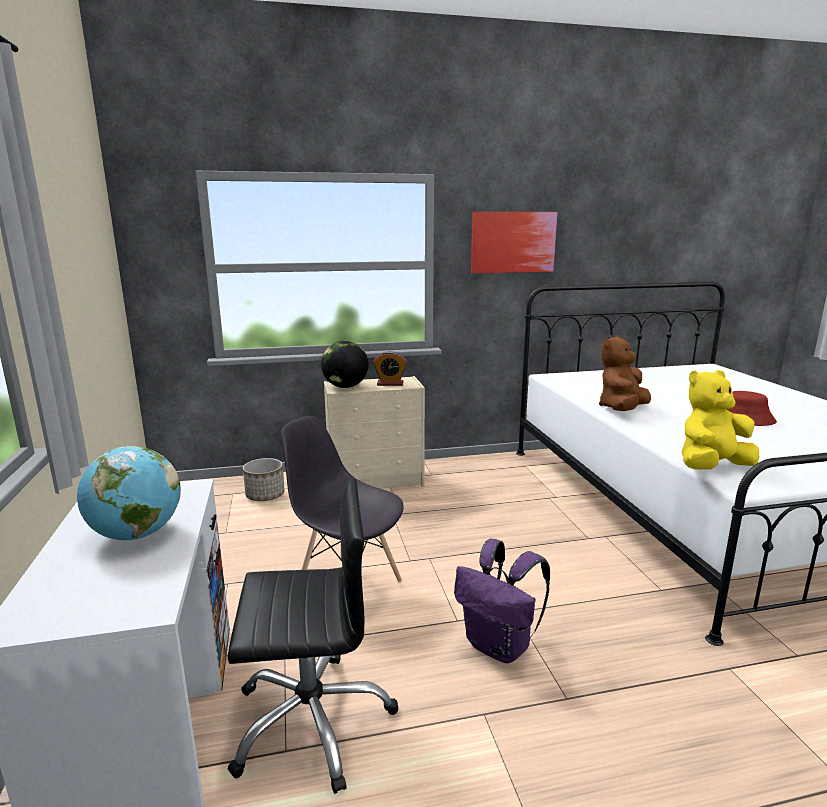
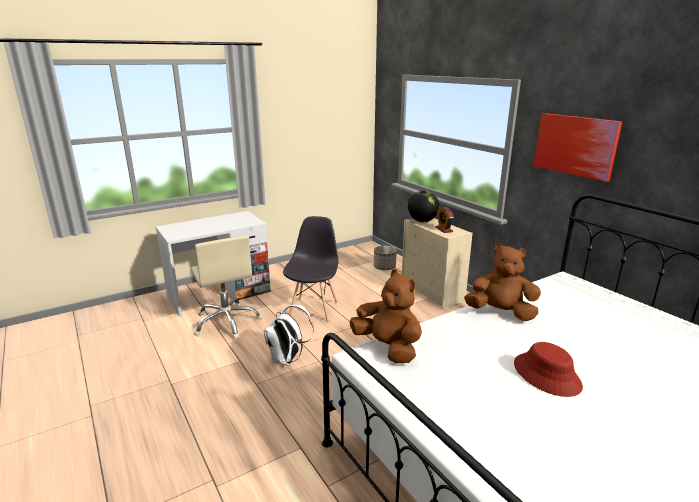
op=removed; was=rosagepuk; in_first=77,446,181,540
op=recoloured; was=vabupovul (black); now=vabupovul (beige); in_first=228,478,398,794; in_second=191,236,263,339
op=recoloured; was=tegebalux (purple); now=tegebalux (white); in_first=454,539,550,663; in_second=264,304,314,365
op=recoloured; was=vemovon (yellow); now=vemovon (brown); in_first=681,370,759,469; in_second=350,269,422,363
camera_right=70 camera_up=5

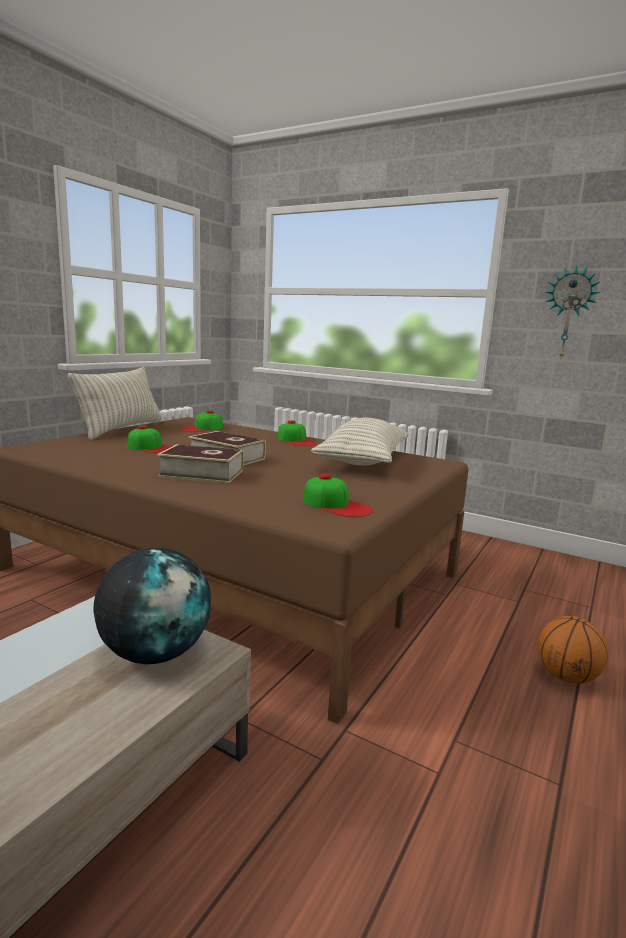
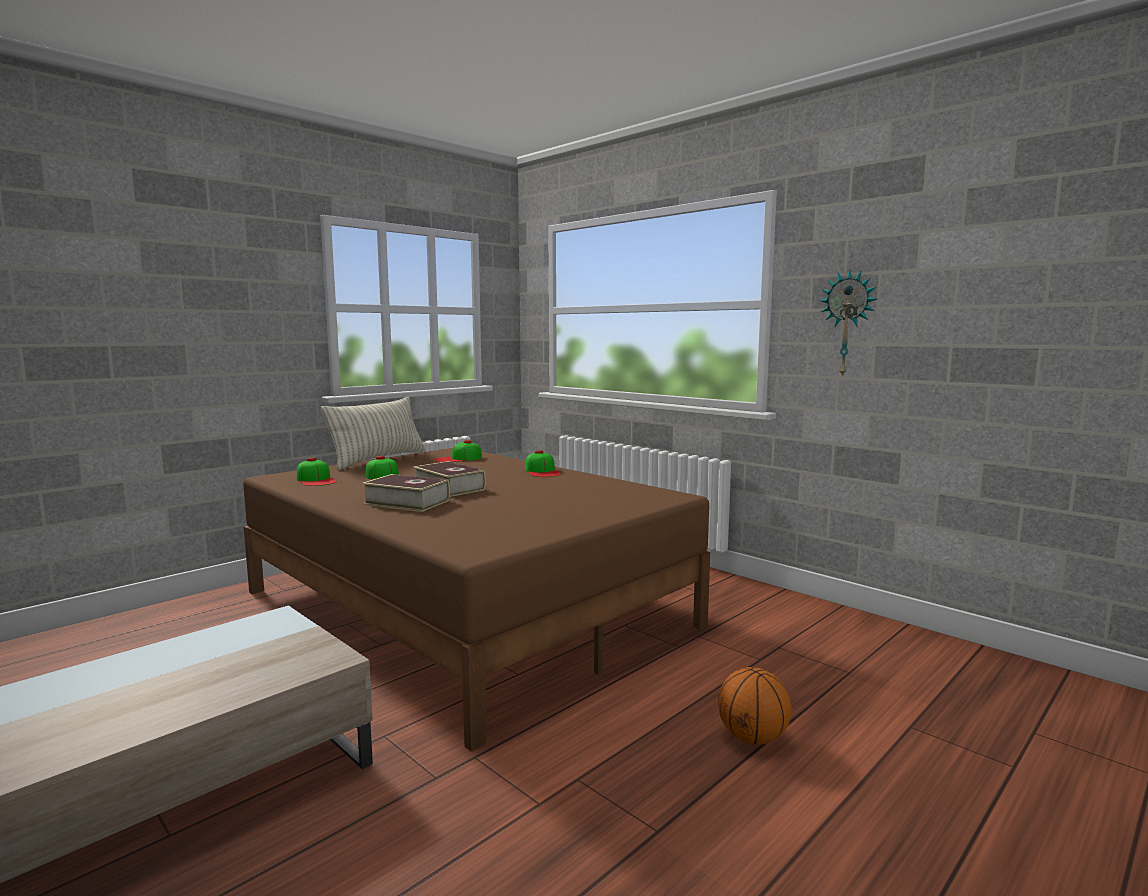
op=removed; was=rosagepuk; in_first=93,548,211,664
op=moved; was=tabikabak; in_first=303,473,373,517; in_second=297,457,337,486
op=removed; was=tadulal; in_first=311,418,409,465
camera_right=15 camera_up=-5

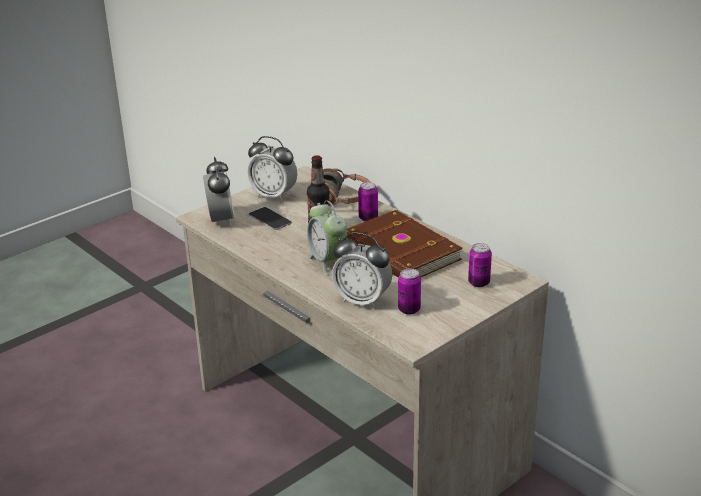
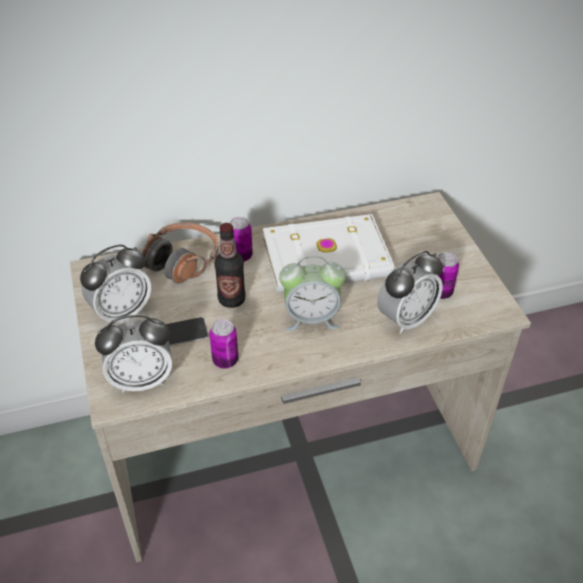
op=turned; was=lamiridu; in_first=203,157,234,226; in_second=95,315,172,393; clockwise=150
op=recoloured; was=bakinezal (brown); now=bakinezal (white); in_first=346,210,462,277; in_second=263,214,395,293
op=moved; was=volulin; in_first=468,243,492,287; in_second=209,319,238,369
camera_right=-65 camera_up=15

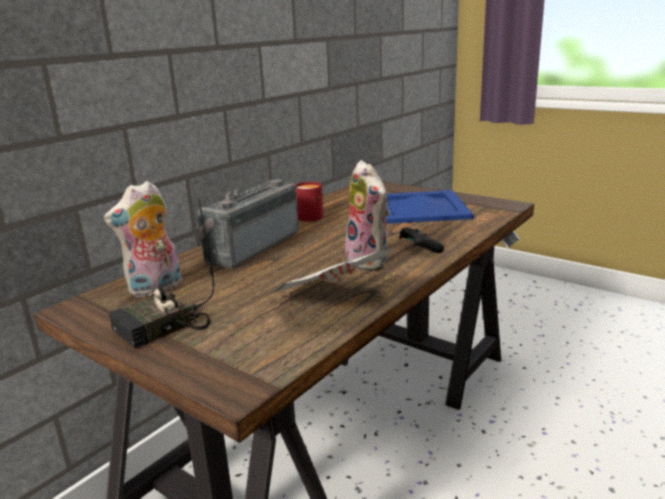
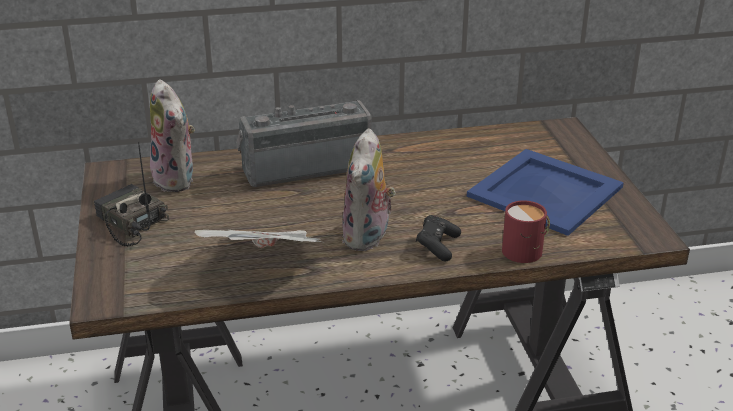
op=turned; was=vemovon; in_first=103,181,182,297; in_second=150,79,195,192; clockwise=-120
op=turned; was=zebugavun; in_first=109,198,215,348; in_second=94,142,169,246; clockwise=45
op=moved; was=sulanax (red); in_first=295,182,324,222; in_second=502,200,550,263
camera_right=40 camera_up=10

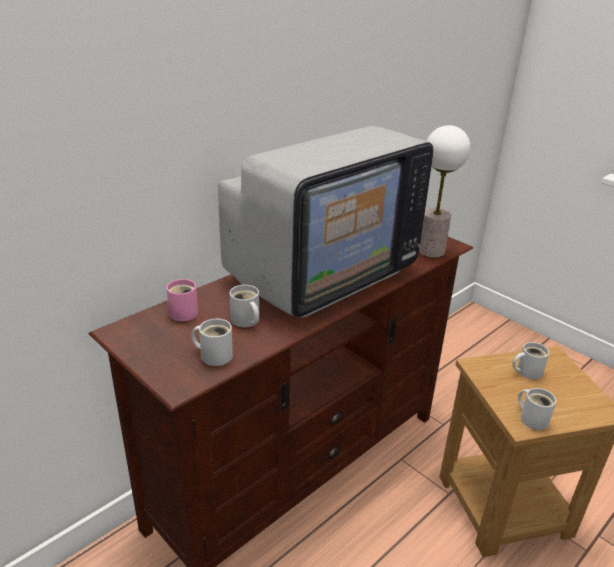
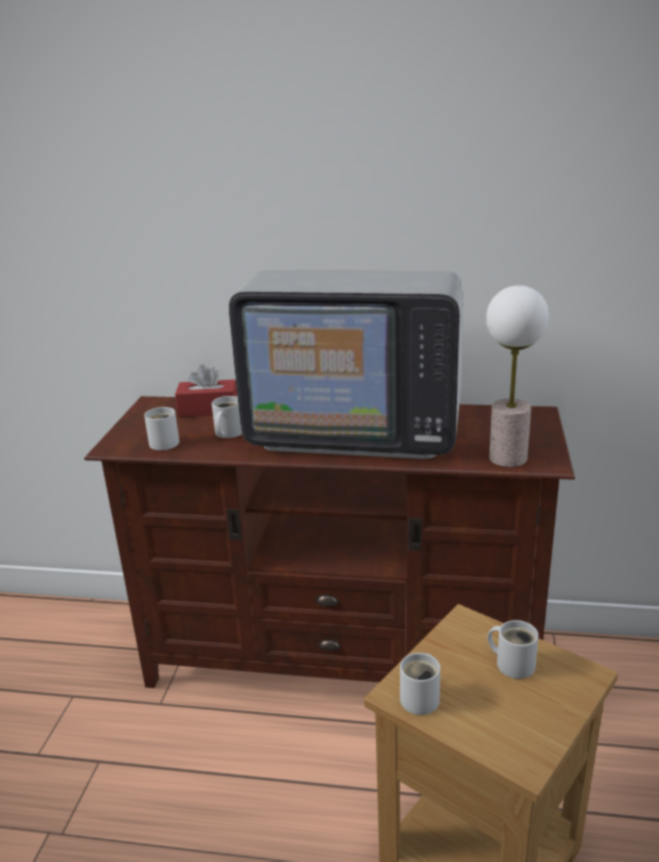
op=replaced; was=sulanax (pink); now=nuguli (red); in_first=166,279,198,321; in_second=175,365,237,417
camera_right=55 camera_up=-5

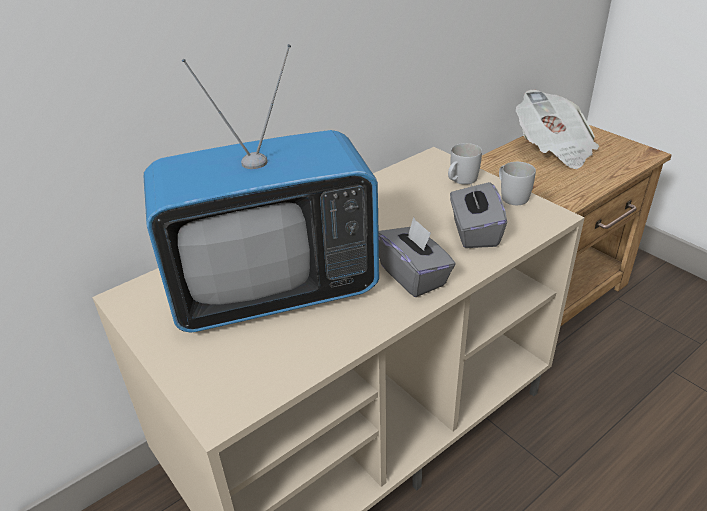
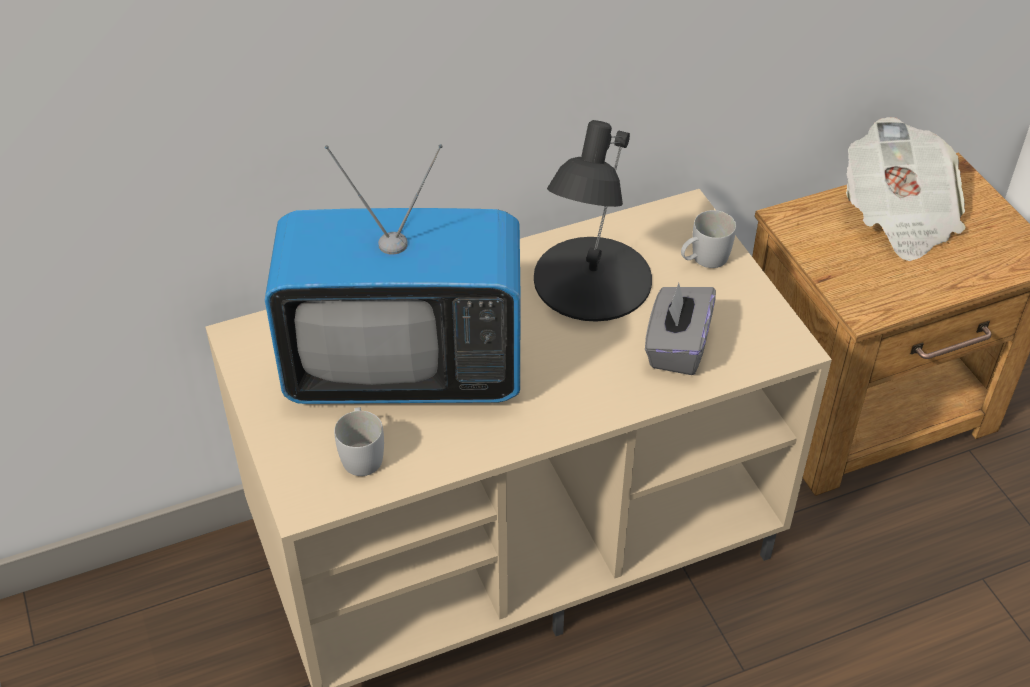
op=removed; was=nuguli (grey); in_first=378,217,456,297
op=moved; was=sulanax (white); in_first=499,162,536,205; in_second=334,407,384,476
op=added; now=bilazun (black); in_second=534,120,652,322
camera_right=15 camera_up=10

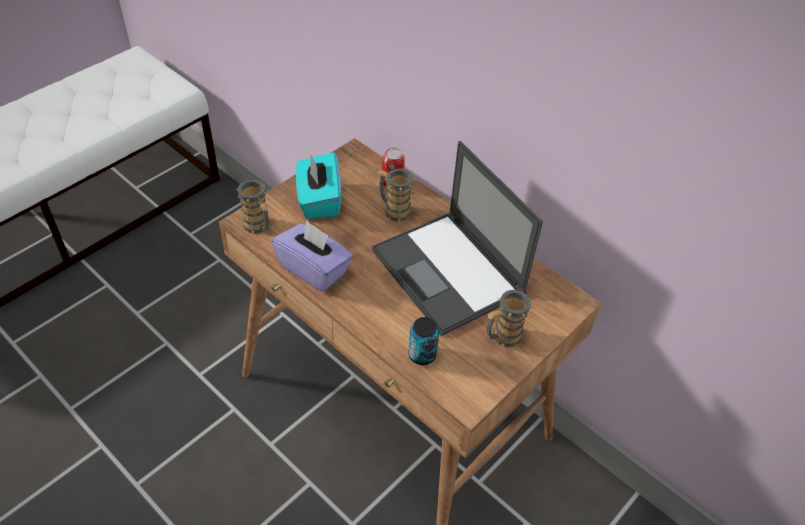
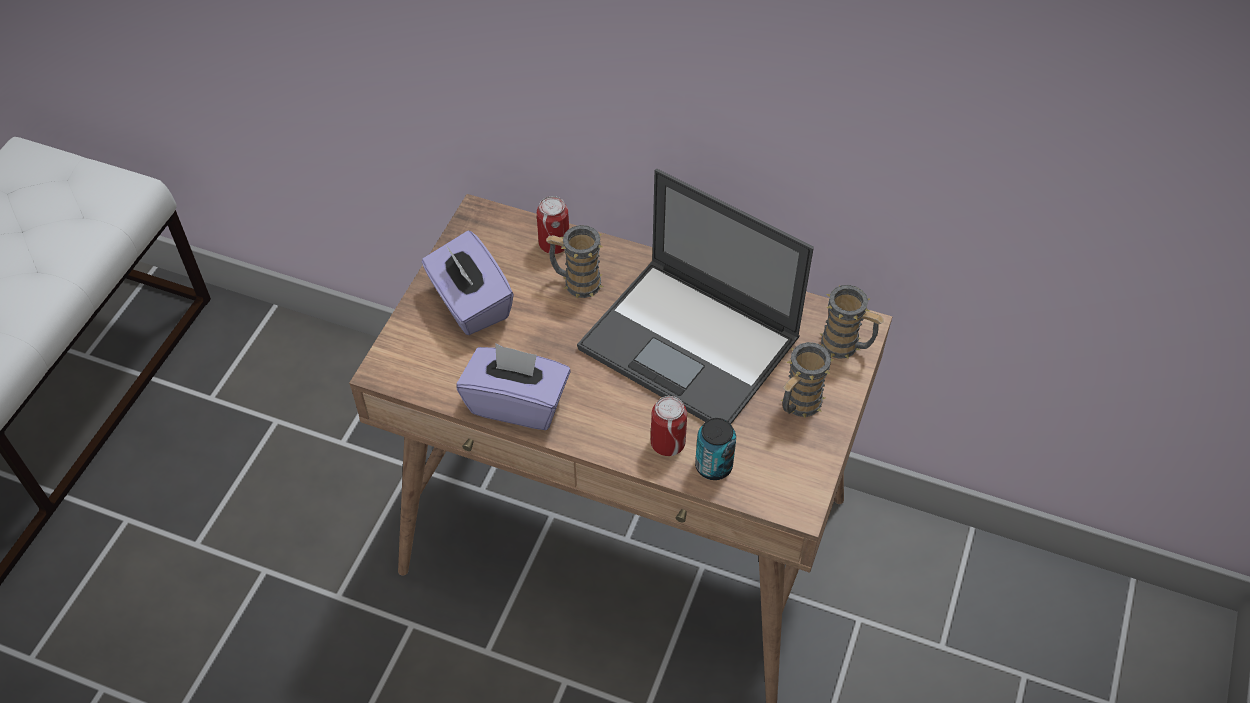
op=moved; was=sulanax; in_first=236,179,270,234; in_second=819,285,884,359
op=recoloured; was=nuguli (turquoise); now=nuguli (purple); in_first=296,152,341,219; in_second=422,231,514,335
op=added; now=volulin; in_second=651,396,687,456
camera_right=-20 camera_up=5

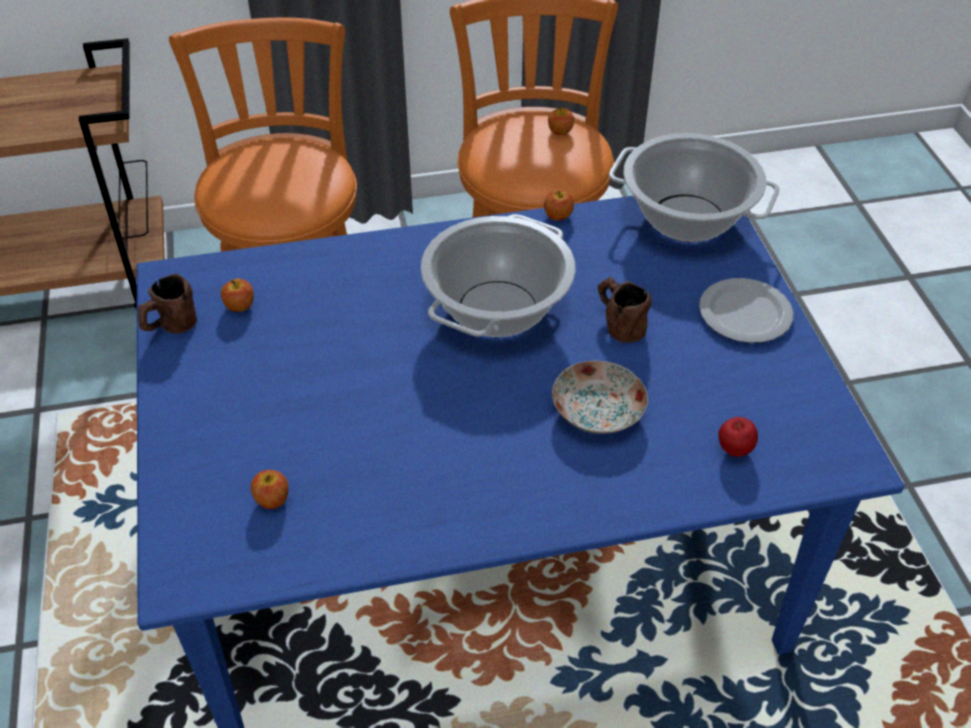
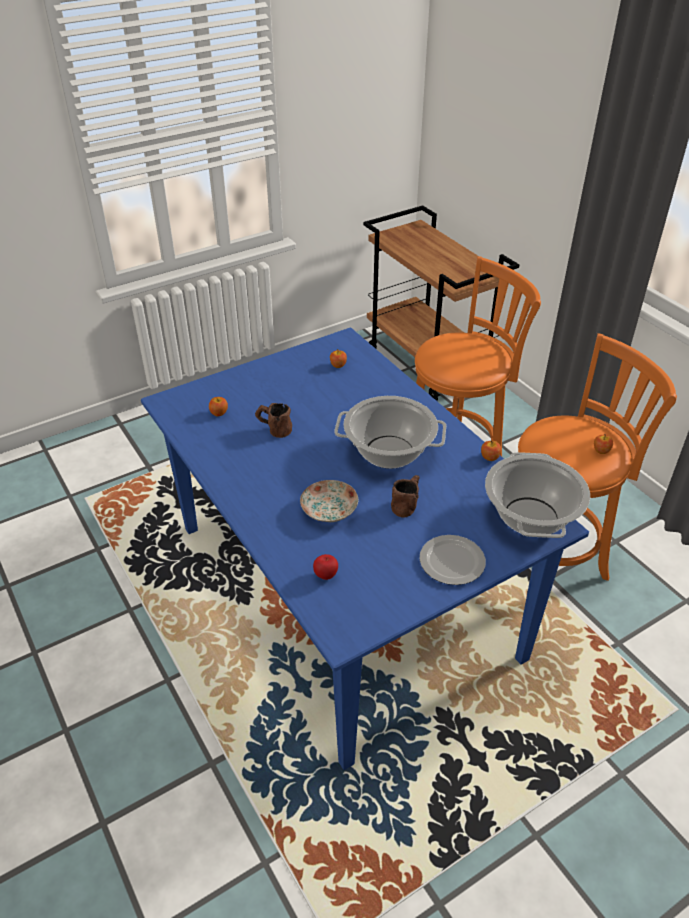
op=moved; was=sulanax (brown); in_first=138,274,197,334; in_second=255,403,292,438
camera_right=70 camera_up=-5

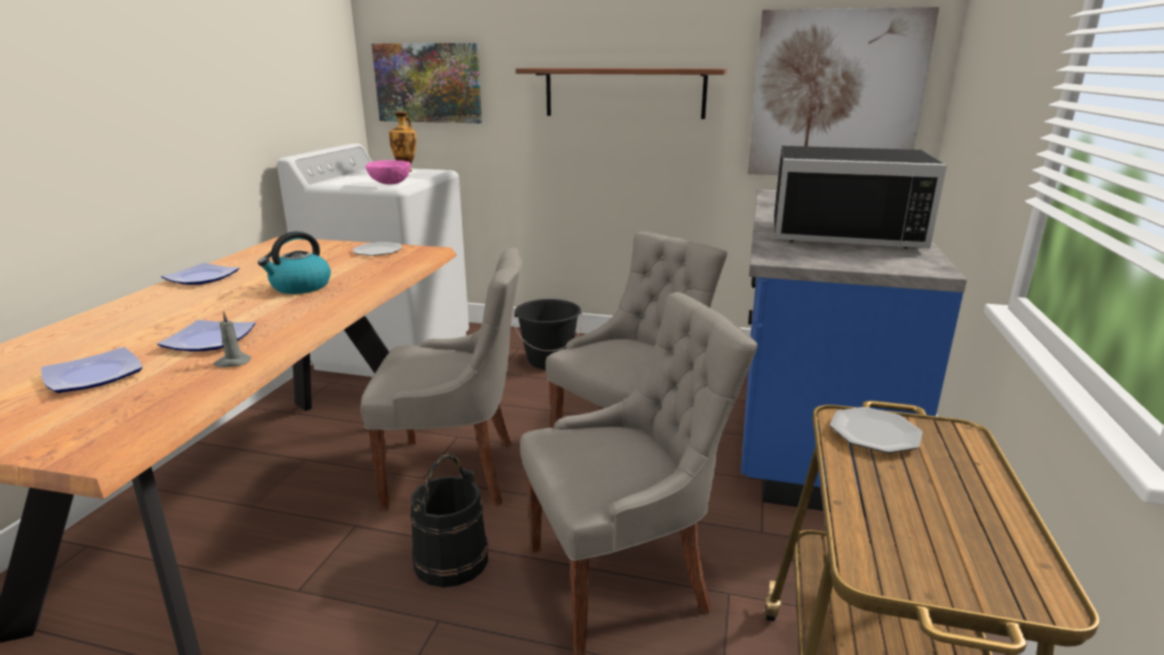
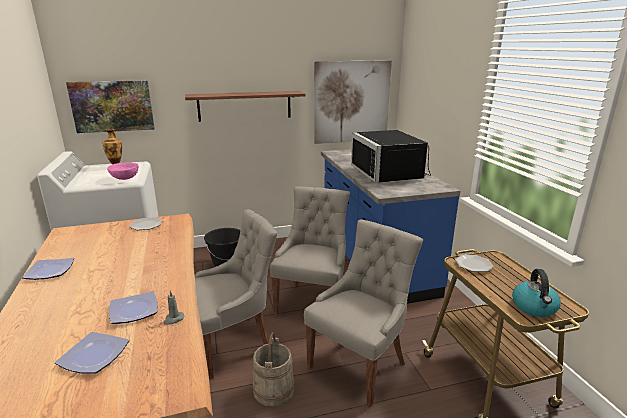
op=moved; was=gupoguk; in_first=258,231,331,294; in_second=512,269,561,317
op=recoloured; was=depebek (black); now=depebek (beige); in_first=410,454,488,587; in_second=252,332,295,407
op=turned; was=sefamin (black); in_first=774,146,947,249; in_second=351,130,431,183; clockwise=90
camera_right=-30 camera_up=0

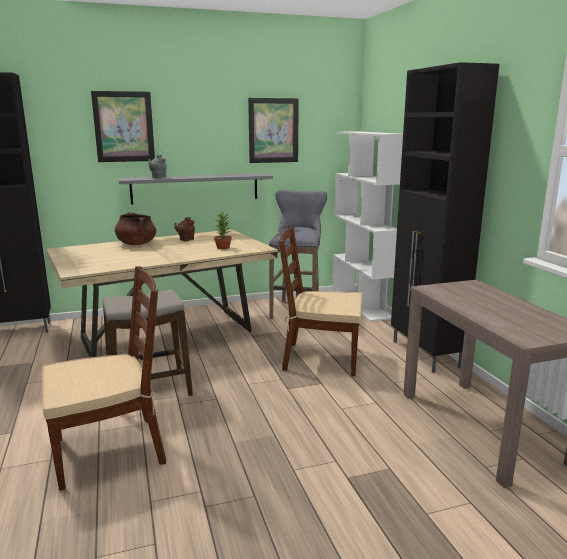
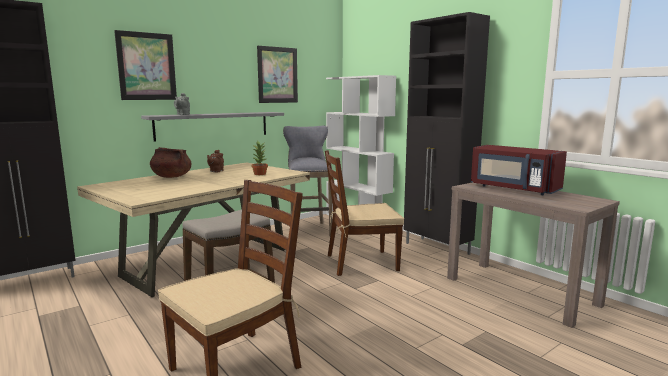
op=added; now=sefamin (red); in_second=471,145,567,195
camera_right=-20 camera_up=-5

